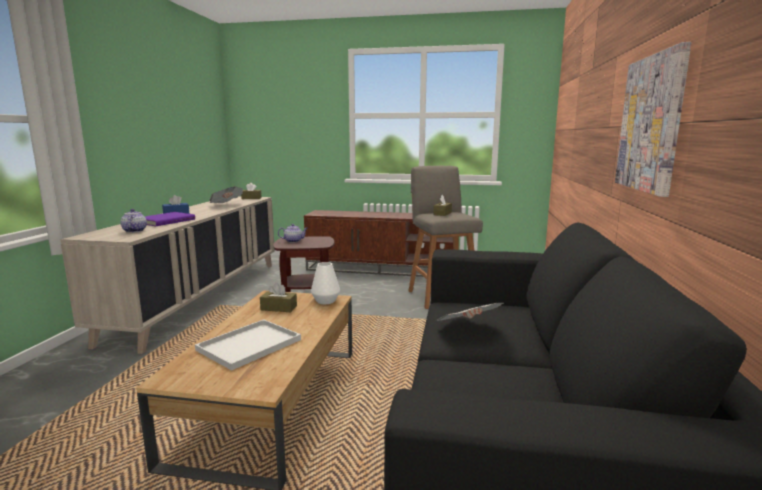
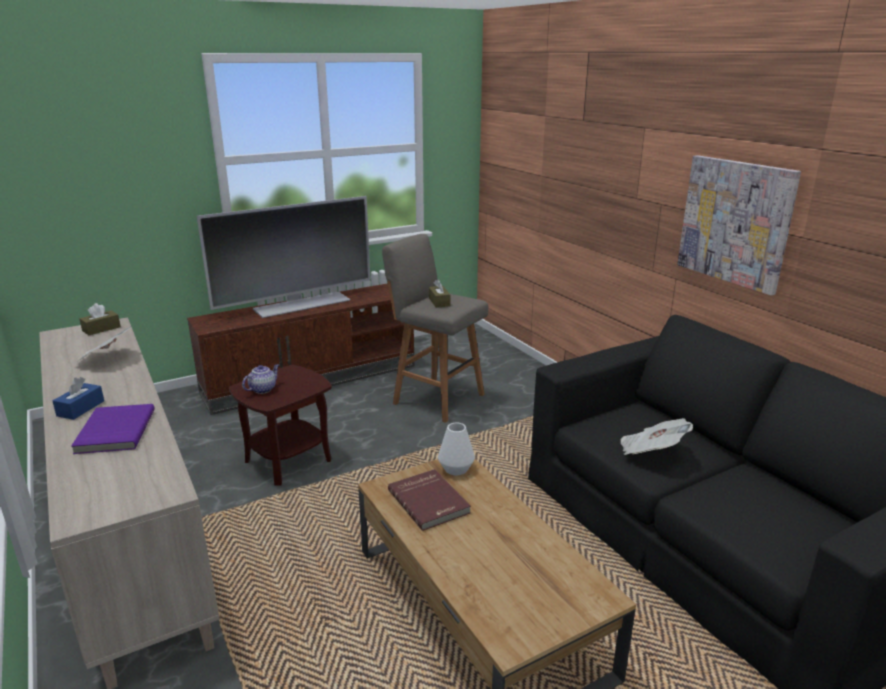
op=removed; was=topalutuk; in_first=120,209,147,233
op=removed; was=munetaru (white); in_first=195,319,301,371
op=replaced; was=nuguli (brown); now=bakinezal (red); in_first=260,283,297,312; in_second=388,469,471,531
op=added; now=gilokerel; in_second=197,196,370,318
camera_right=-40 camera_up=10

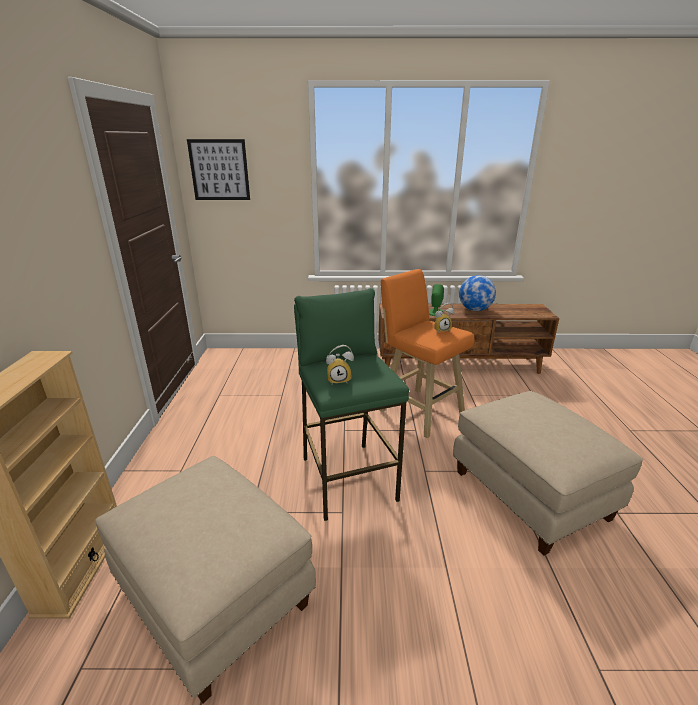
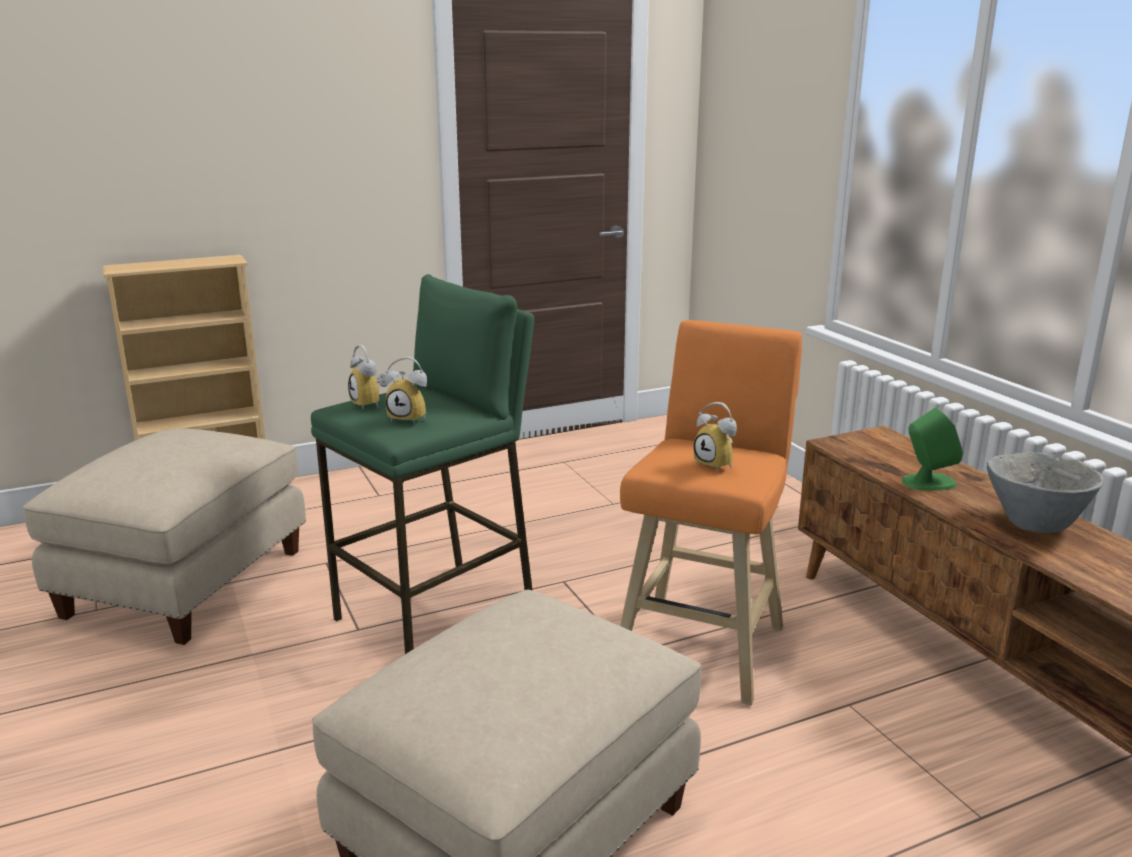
op=removed; was=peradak; in_first=187,139,250,200
op=replaced; was=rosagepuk; now=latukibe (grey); in_first=459,275,496,311; in_second=987,452,1103,533
op=added; now=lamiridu; in_second=385,357,427,424
camera_right=65 camera_up=-5

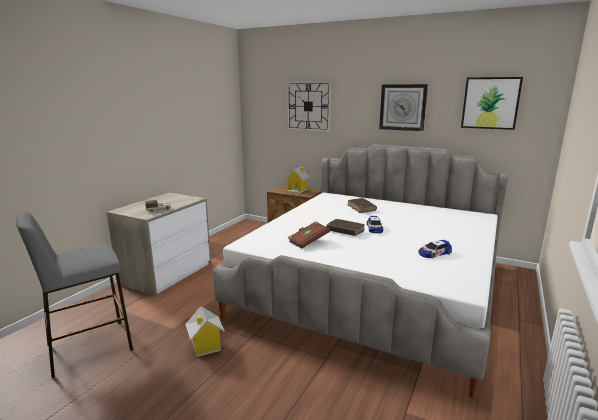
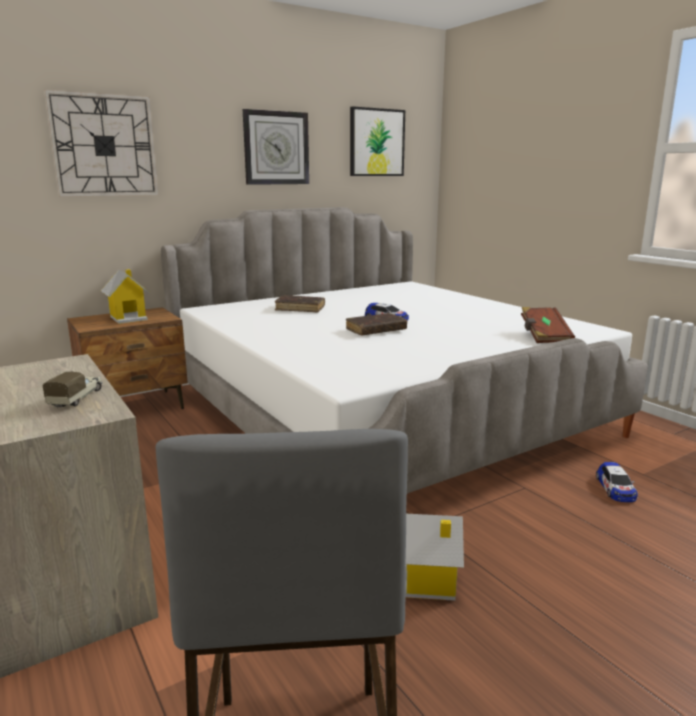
op=moved; was=bakinezal (brown); in_first=288,221,330,249; in_second=521,307,575,343
op=moved; was=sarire; in_first=418,240,452,258; in_second=596,462,638,502
camera_right=-60 camera_up=0

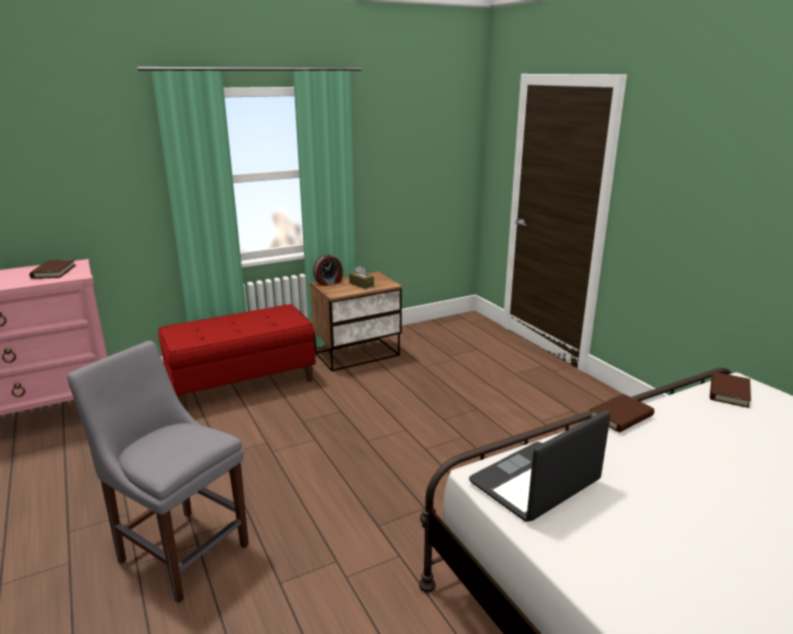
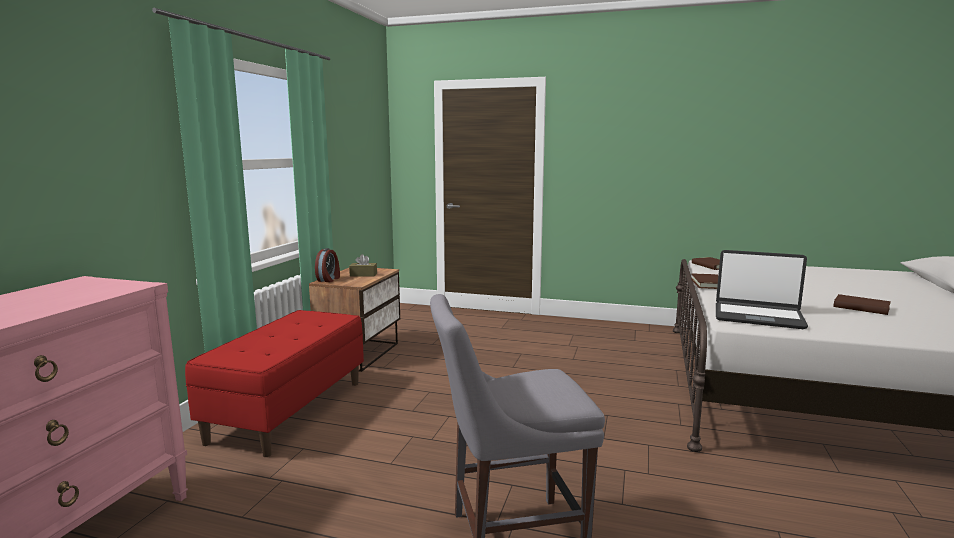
op=moved; was=bakinezal (brown); in_first=29,260,76,279; in_second=833,294,891,315
op=turned; was=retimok; in_first=469,410,611,522; in_second=716,250,808,329; clockwise=-75
camera_right=-45 camera_up=-10

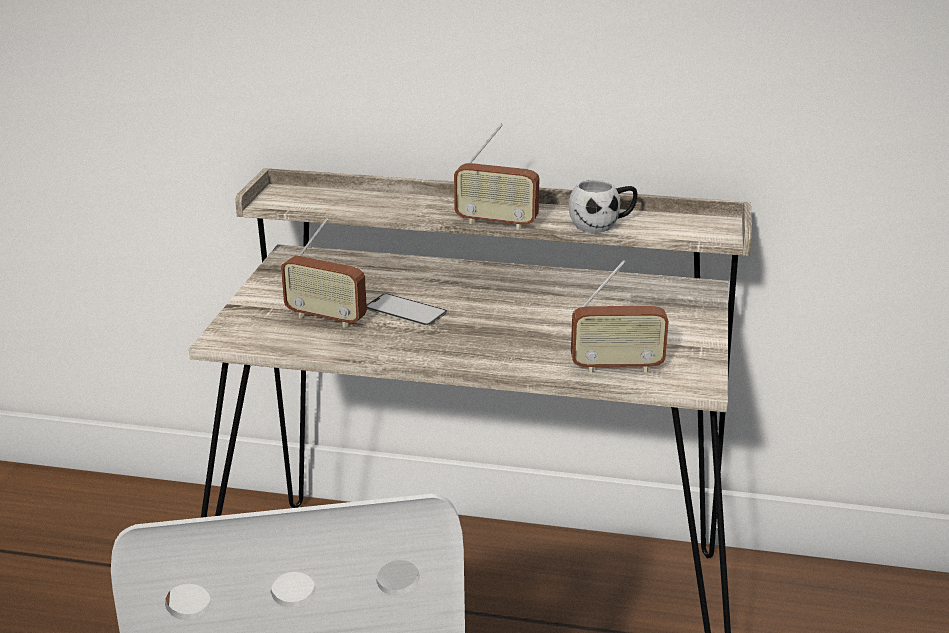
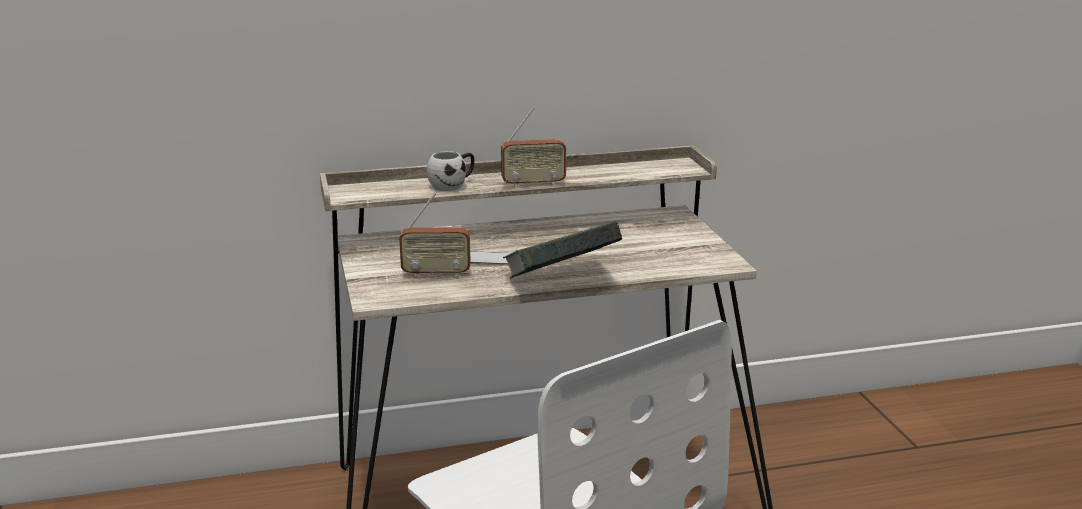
op=moved; was=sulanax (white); in_first=569,179,637,233; in_second=427,151,475,191
op=removed; was=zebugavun; in_first=571,260,669,373
op=added; now=bakinezal; in_second=503,221,622,279
camera_right=-25 camera_up=-5

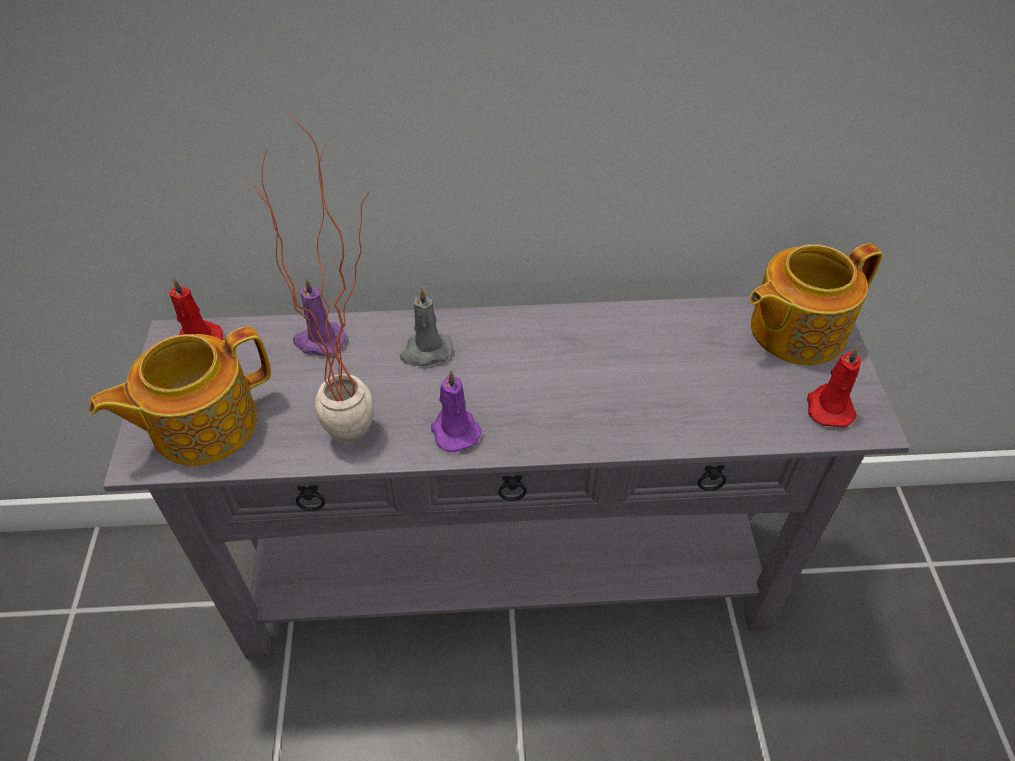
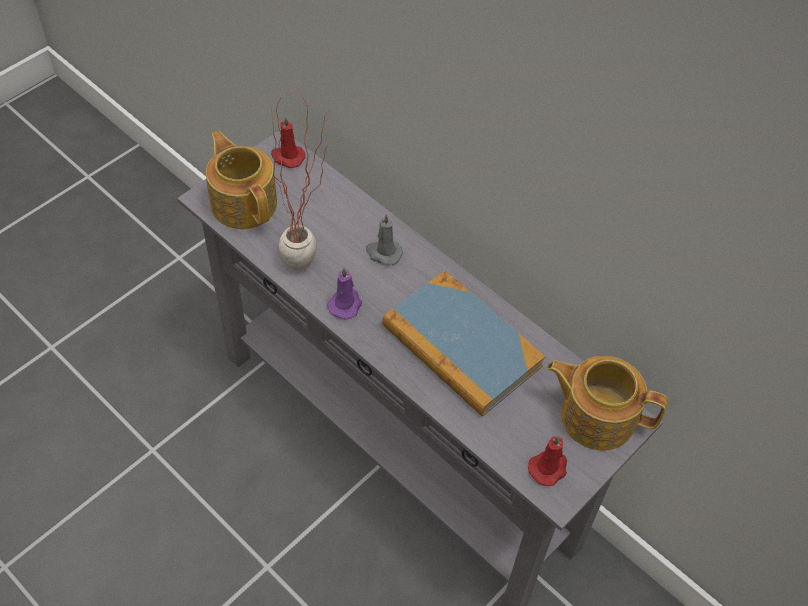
op=turned; was=topalutuk; in_first=89,326,271,466; in_second=206,130,277,229; clockwise=45
op=removed; was=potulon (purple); in_first=293,278,346,356
op=added; now=bakinezal; in_second=382,270,545,417
camera_right=45 camera_up=5

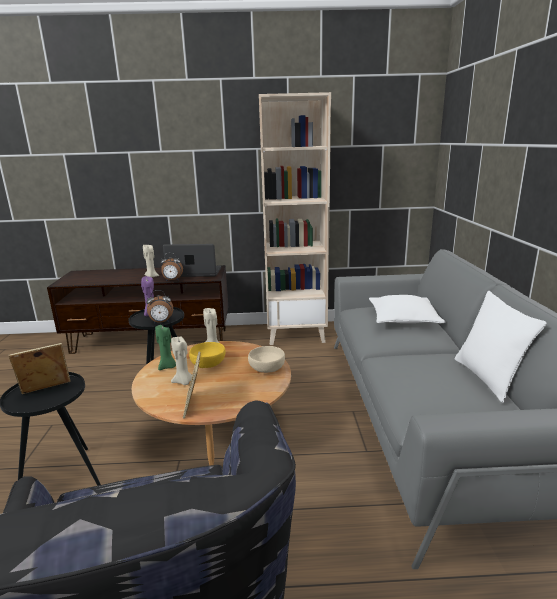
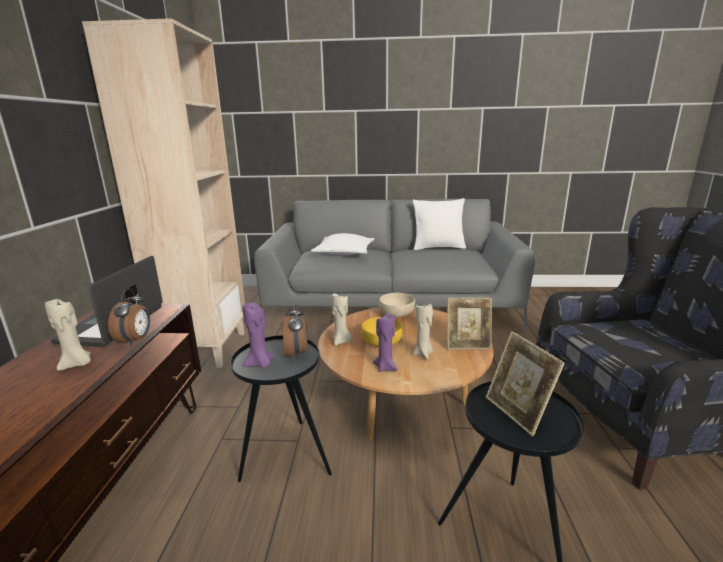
op=recoloured; was=potulon (green); now=potulon (purple); in_first=155,325,176,370; in_second=373,313,398,372
camera_right=-85 camera_up=0

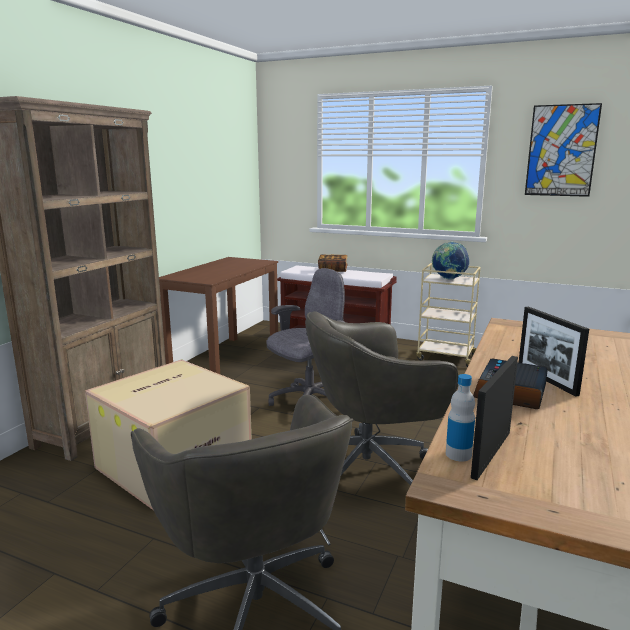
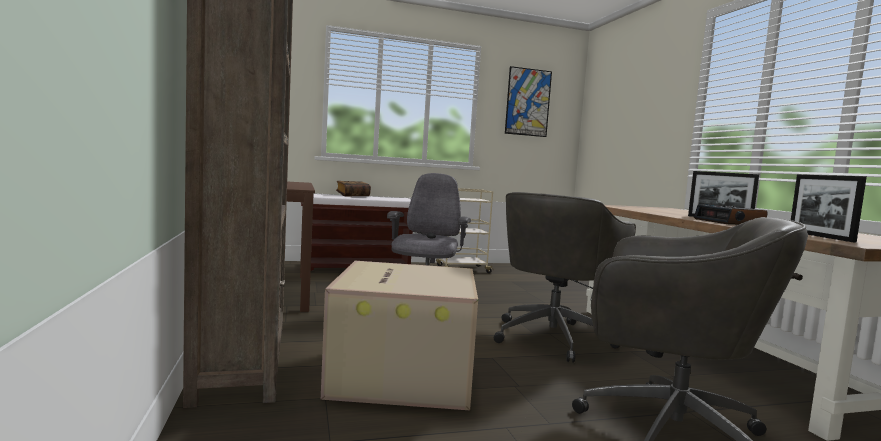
op=removed; was=rosagepuk; in_first=432,242,469,279
op=removed; was=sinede; in_first=446,374,475,462
camera_right=-40 camera_up=-10

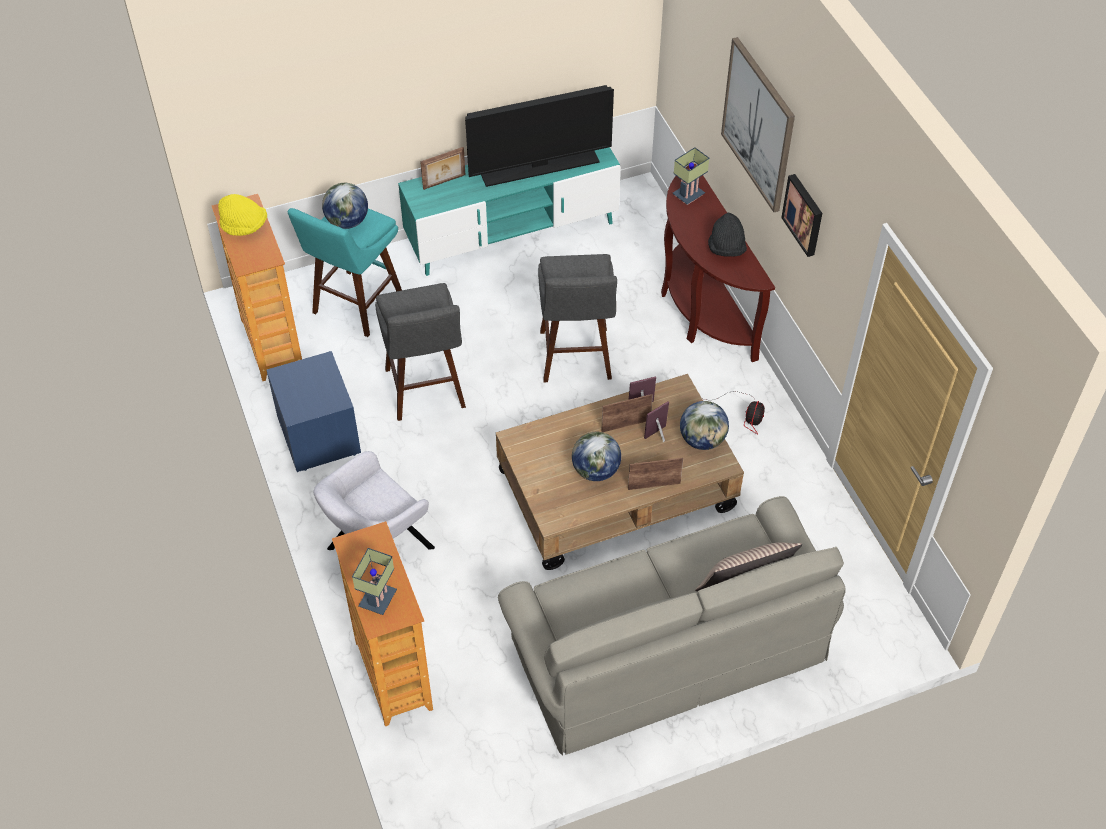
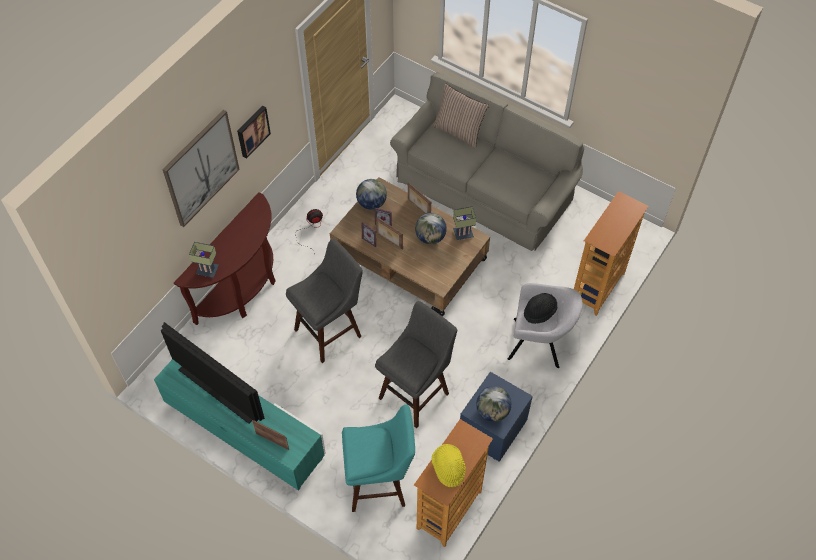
op=moved; was=rosagepuk; in_first=322,183,368,229; in_second=476,386,512,422
op=moved; was=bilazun; in_first=352,548,397,615; in_second=453,206,476,240
op=moved; was=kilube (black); in_first=708,213,747,257; in_second=524,293,557,324
camera_right=-125 camera_up=5

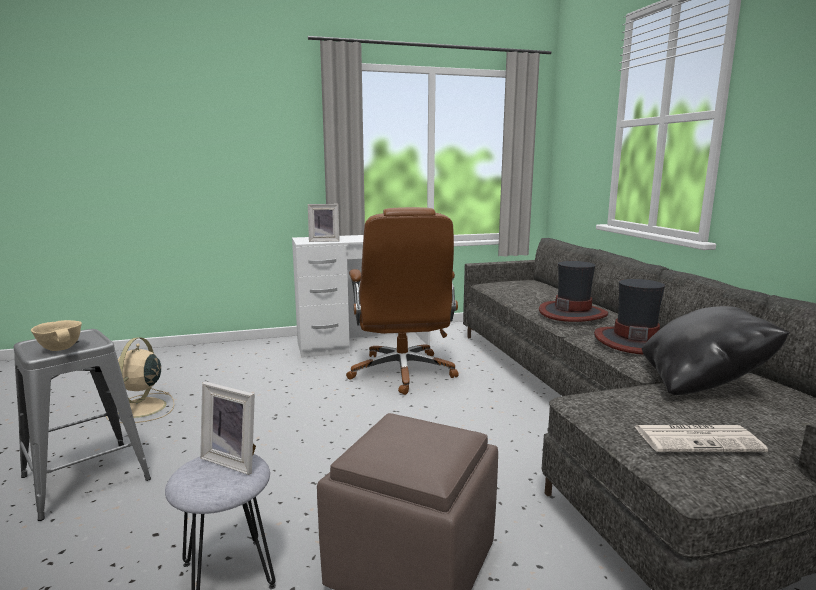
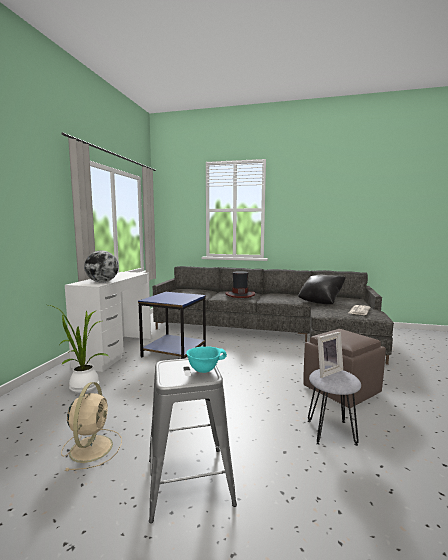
op=recoloured; was=latukibe (beige); now=latukibe (turquoise); in_first=31,320,82,351; in_second=186,346,227,373
op=turned; was=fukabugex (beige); in_first=106,337,175,423; in_second=61,382,122,471; clockwise=-120
op=replaced; was=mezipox; now=rosagepuk; in_first=308,204,340,242; in_second=84,250,119,283
op=replaced; was=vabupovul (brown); now=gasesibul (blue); in_first=346,207,459,395; in_second=138,292,206,359
op=removed; was=kilube; in_first=594,279,665,355
op=added; now=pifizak; in_second=49,305,110,393
camera_right=-60 camera_up=-5

